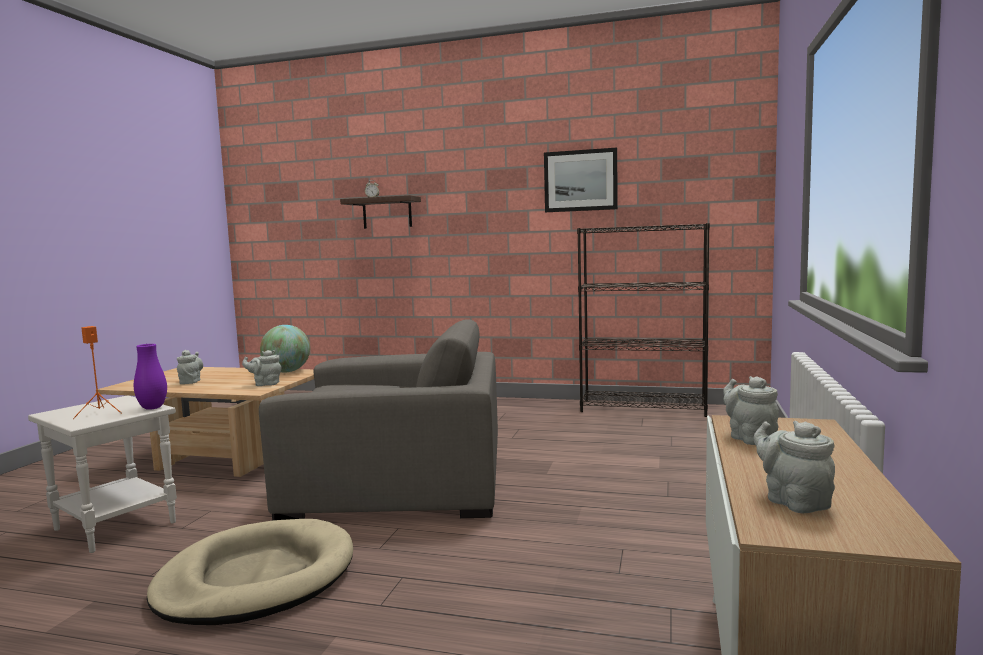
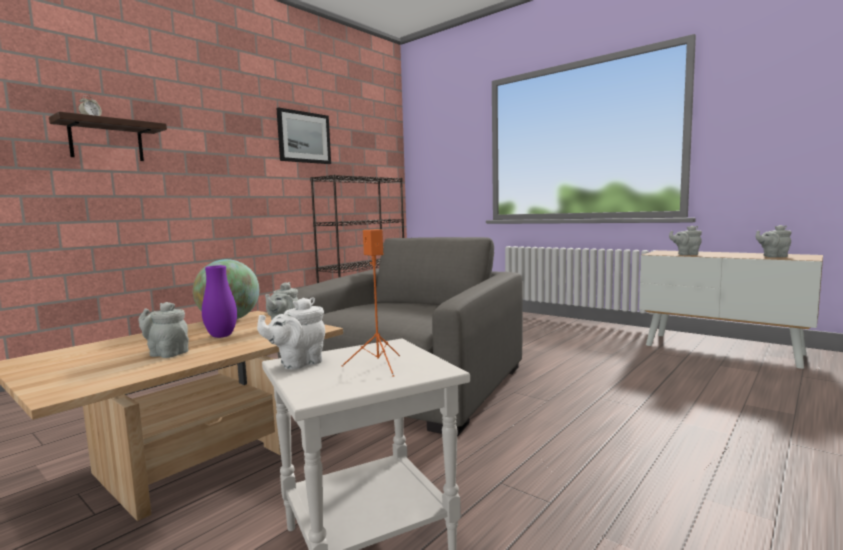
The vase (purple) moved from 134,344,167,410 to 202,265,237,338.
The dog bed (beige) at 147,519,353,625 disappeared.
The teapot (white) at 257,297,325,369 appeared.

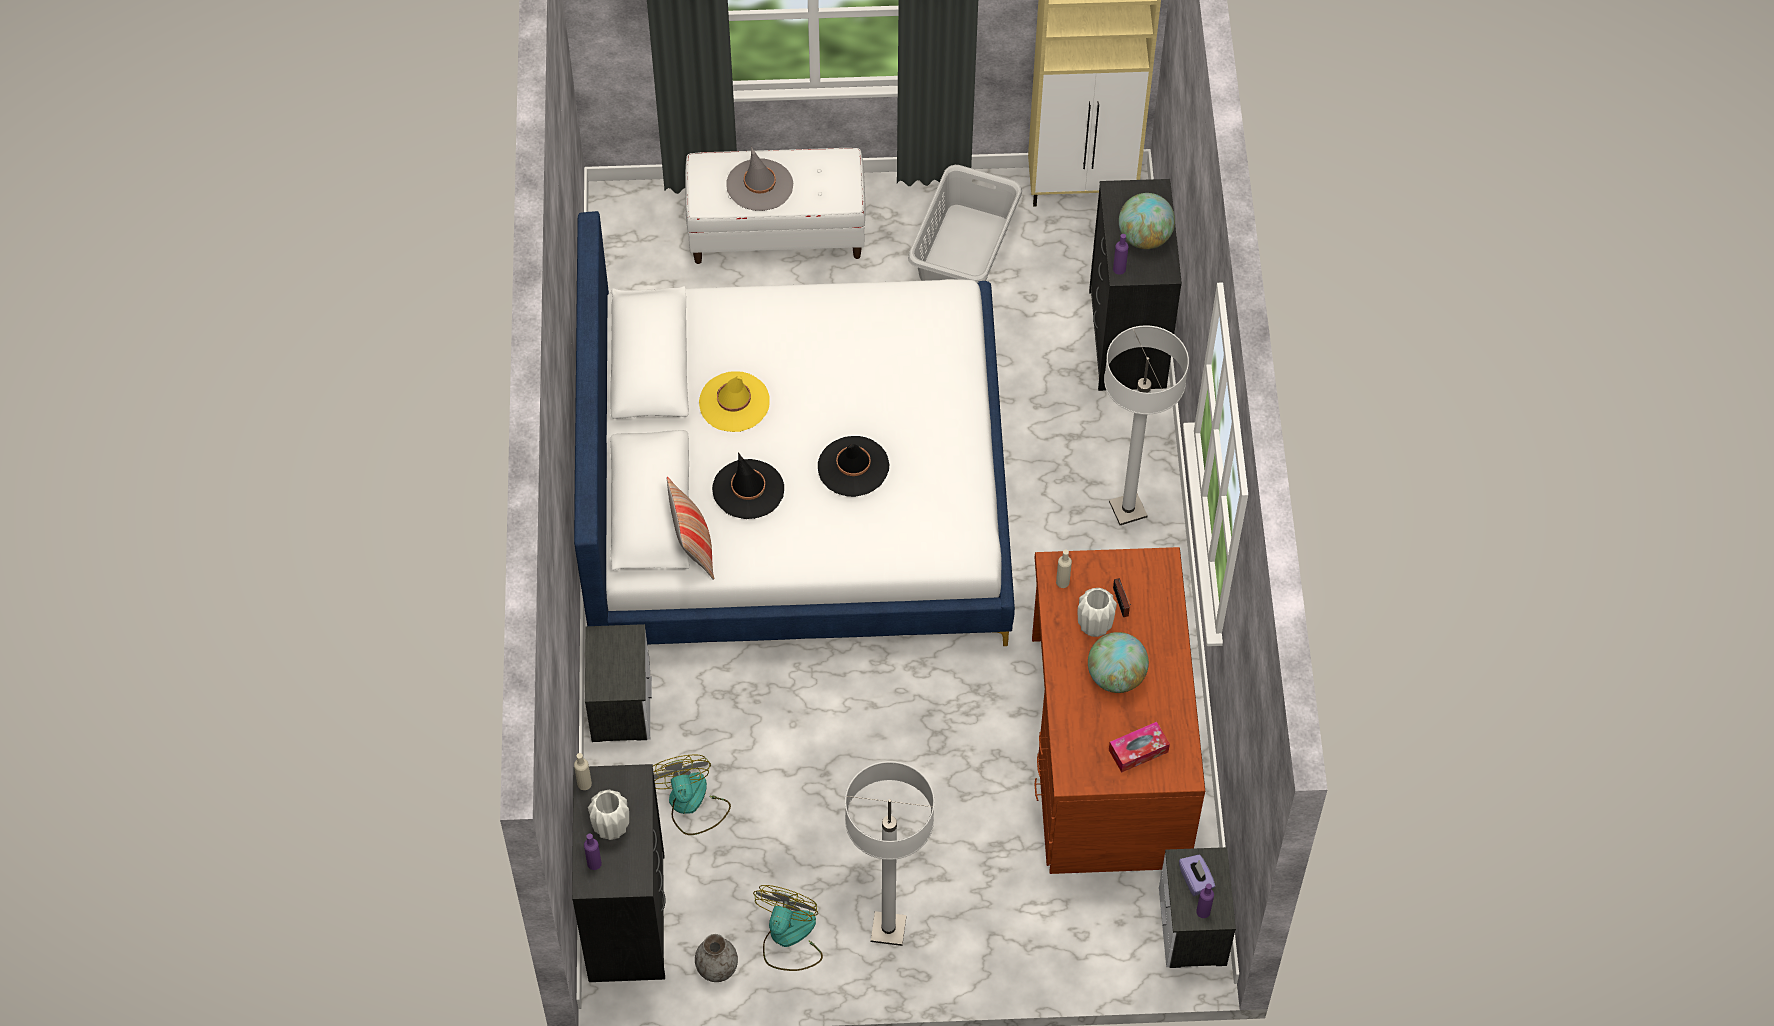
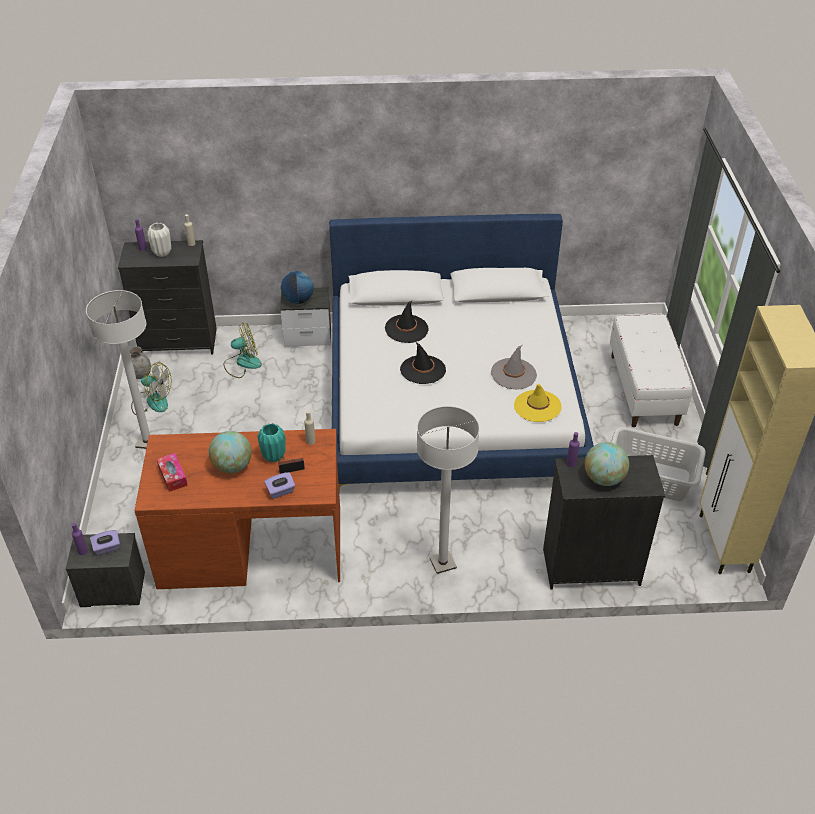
The hat (grey) moved from 726,147,793,211 to 491,345,537,390.
The hat (yellow) moved from 699,371,770,432 to 514,384,562,422.
The pillow at 667,477,714,580 disappeared.
The vase (white) at 1078,588,1117,637 became the vase (turquoise) at 258,423,286,462.
The globe at 281,271,314,304 appeared.
The tissue box (purple) at 264,472,295,499 appeared.

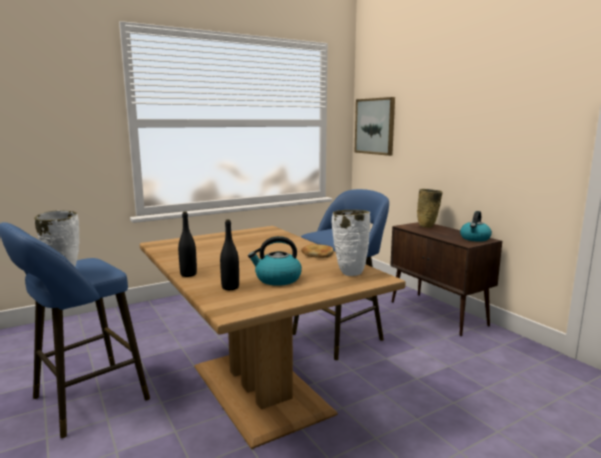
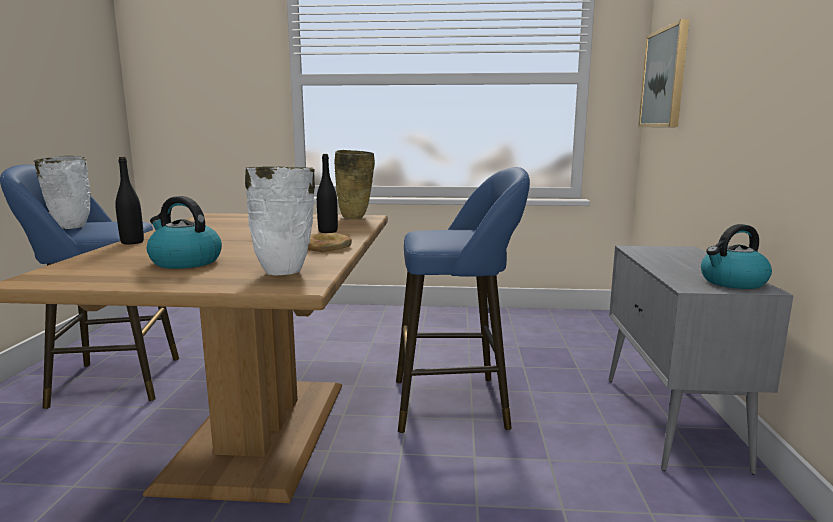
The vase (beige) moved from 417,189,443,228 to 334,150,375,219.
The bottle (black) moved from 220,219,239,290 to 317,154,338,233.
The cabinet (brown) at 390,222,502,336 became the cabinet (grey) at 608,245,794,475.

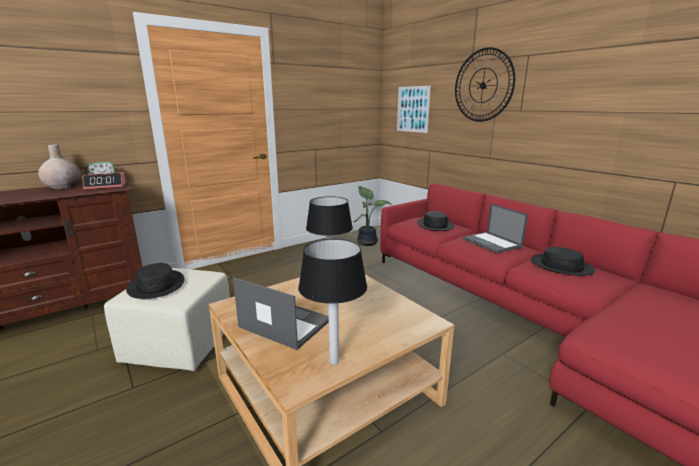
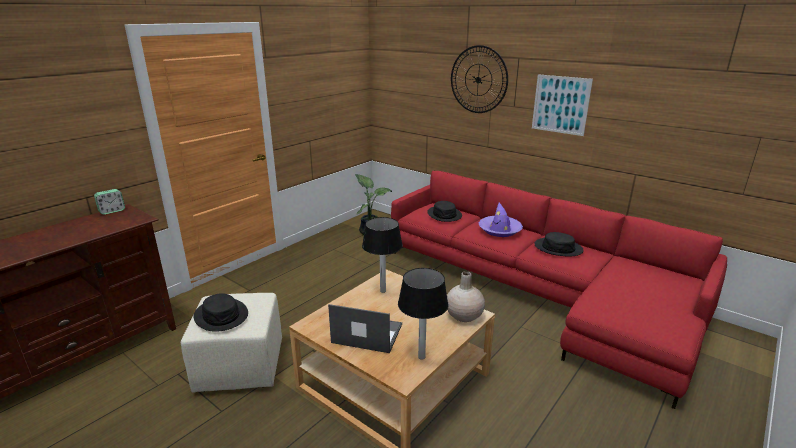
The picture moved from 397,86,431,133 to 532,74,593,136.
The vase (beige) moved from 38,144,81,189 to 447,271,485,322.
The alarm clock at 82,172,126,190 disappeared.
The laptop at 463,204,528,253 was replaced by the hat (purple) at 479,202,523,237.

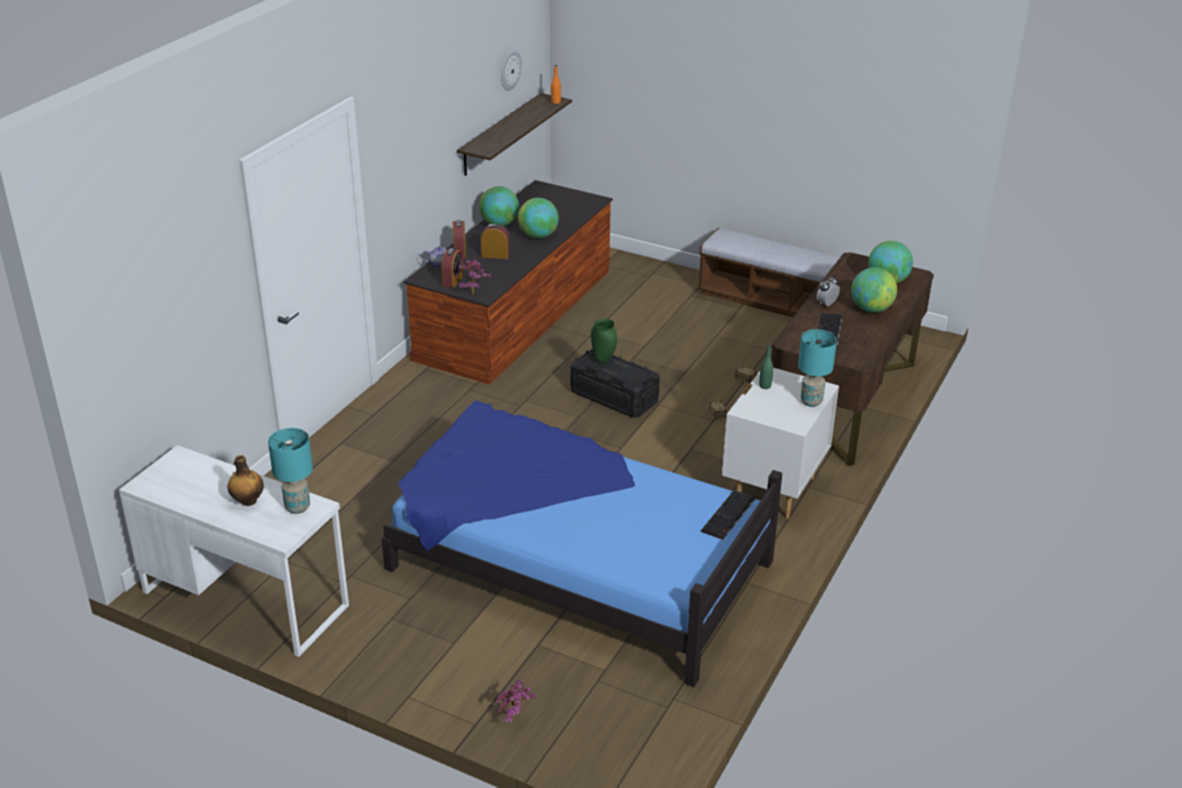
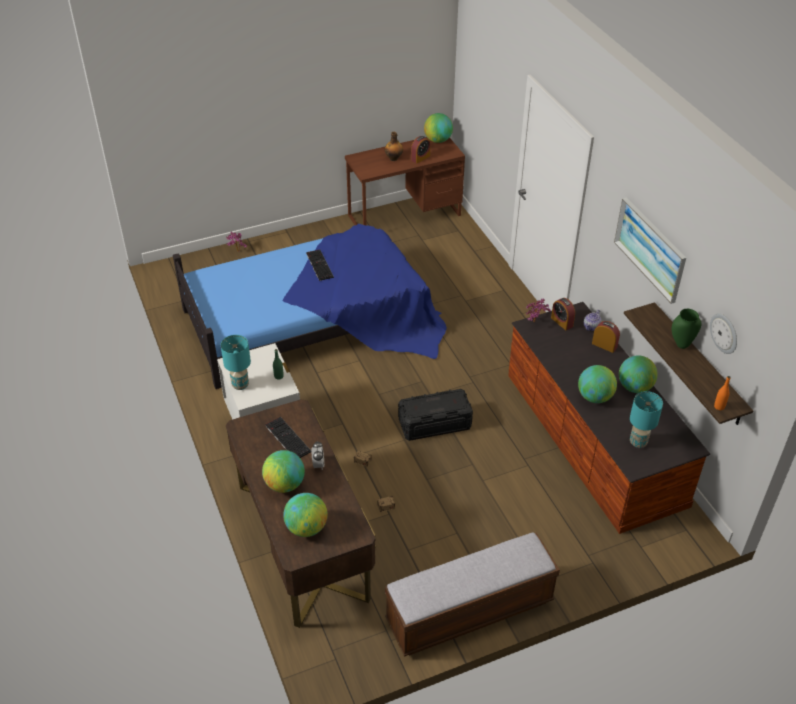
The alarm clock moved from 481,224,510,259 to 411,136,430,164.
The vase (green) moved from 591,319,617,363 to 672,309,702,349.
The table lamp (turquoise) moved from 268,428,313,514 to 630,391,663,448.
The desk (white) at 119,445,349,657 became the desk (brown) at 345,137,465,225.
The keyboard moved from 700,490,756,540 to 306,250,334,281.
The globe at 424,113,453,143 appeared.
The picture at 614,197,686,304 appeared.

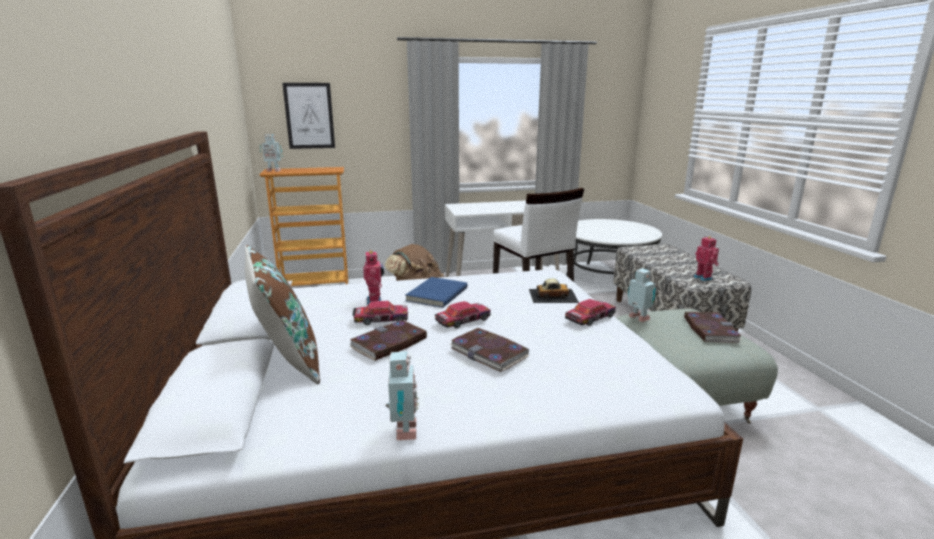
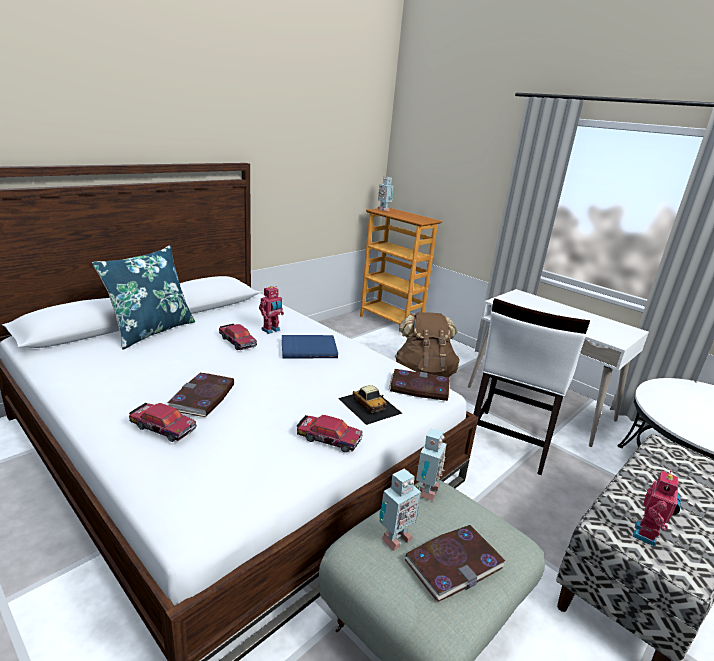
The picture at 282,83,335,149 disappeared.
The pillow (brown) at 245,245,320,384 became the pillow (blue) at 92,245,195,350.
The toy car moved from 435,301,491,328 to 129,403,197,442.
The book moved from 349,320,427,361 to 389,369,449,401.
The toy robot moved from 386,351,419,440 to 379,469,421,551.

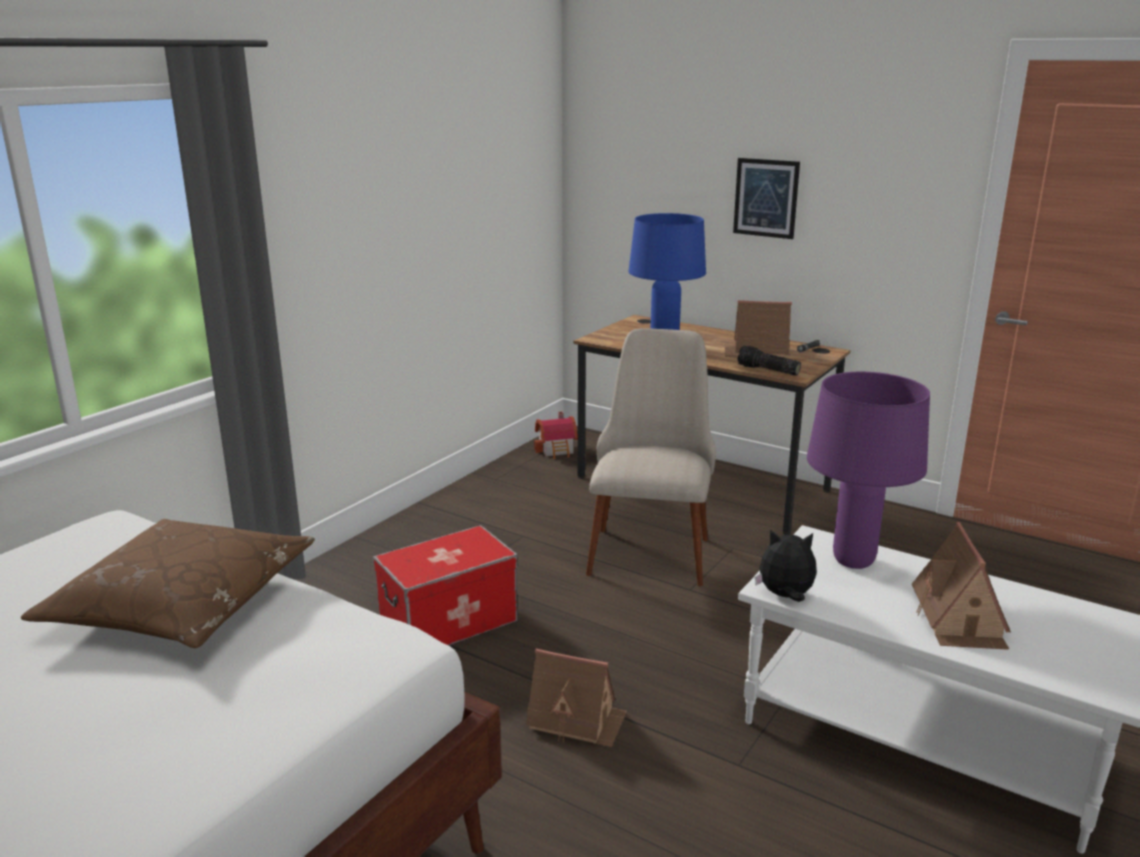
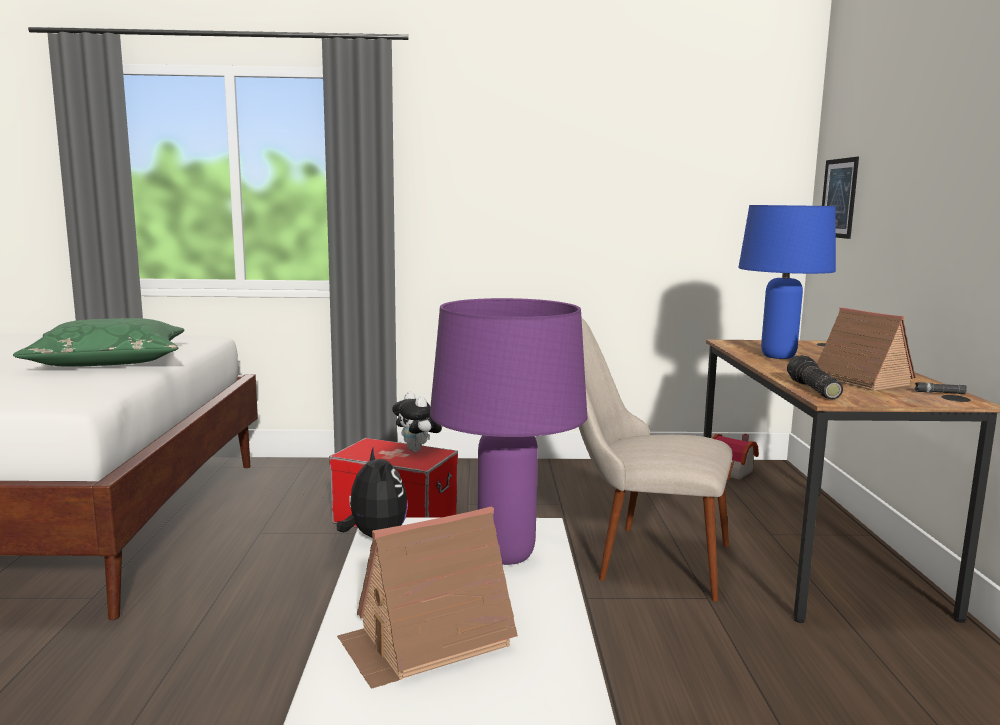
The picture moved from 733,158,800,239 to 822,157,859,239.
The chair (beige) at 586,328,716,586 turned 135 degrees counterclockwise.
The pillow (brown) at 21,519,315,648 became the pillow (green) at 13,318,185,367.
The toy house at 526,648,627,747 disappeared.
The plush toy at 392,392,442,452 appeared.

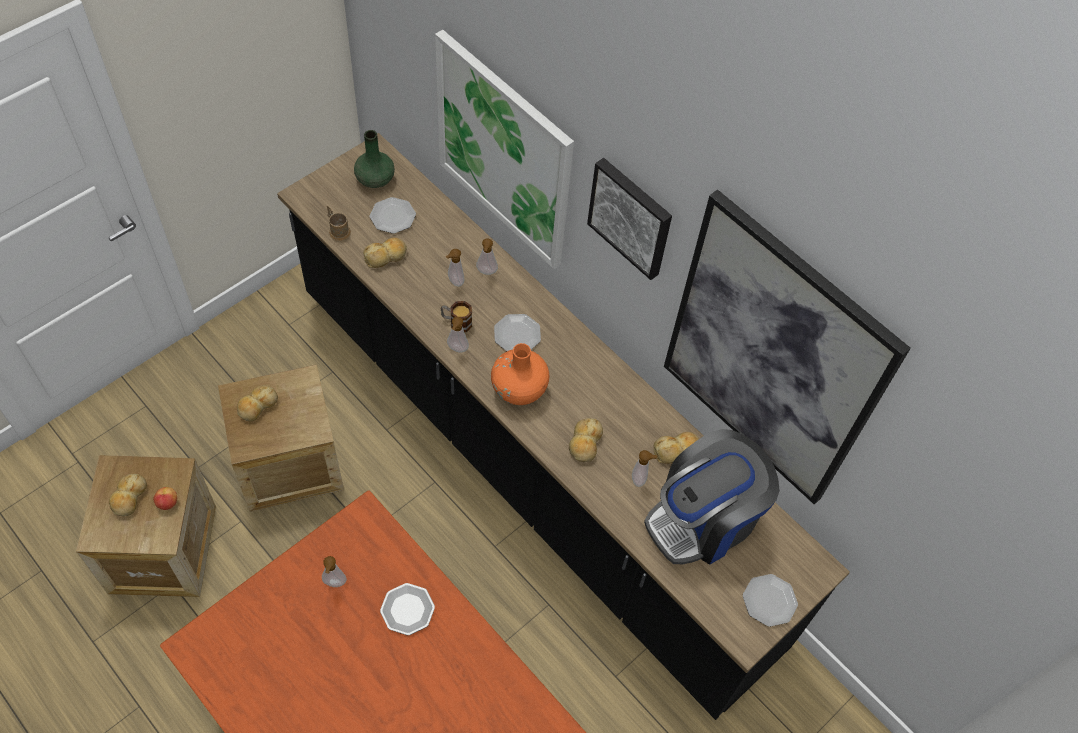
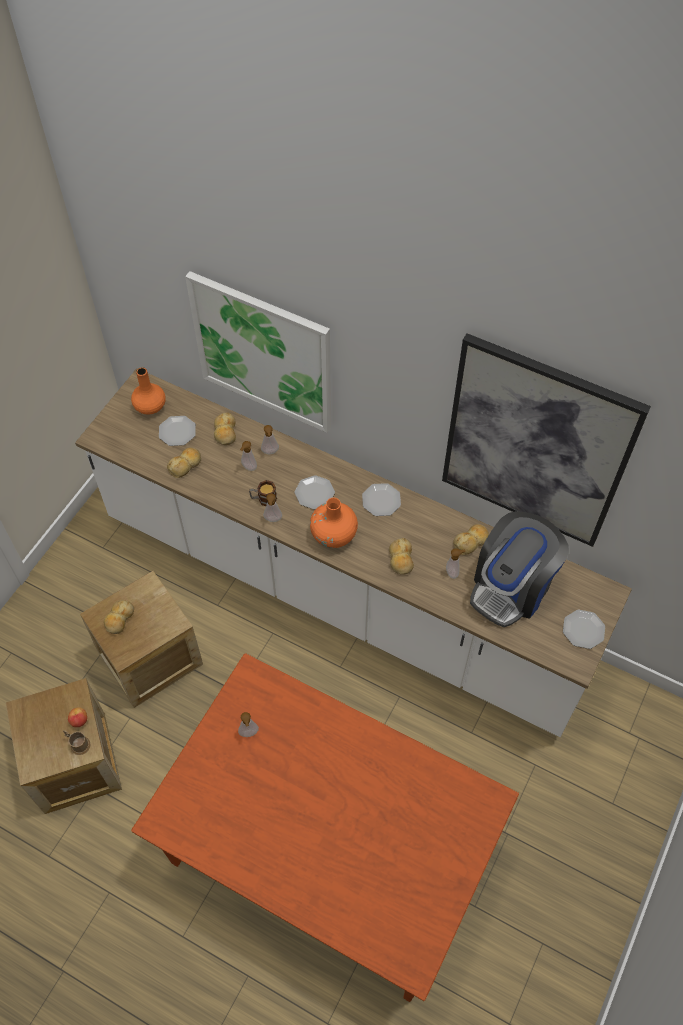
The vase (green) at 354,130,395,188 became the vase (orange) at 131,367,166,415.
The counter (black) at 277,133,850,720 became the counter (white) at 75,368,632,737.
The picture at 587,158,672,280 disappeared.
The mug (brown) moved from 327,206,351,241 to 63,730,91,755.
The bread moved from 109,474,147,516 to 214,412,236,445.
The plate moved from 380,583,435,635 to 362,483,401,516.

